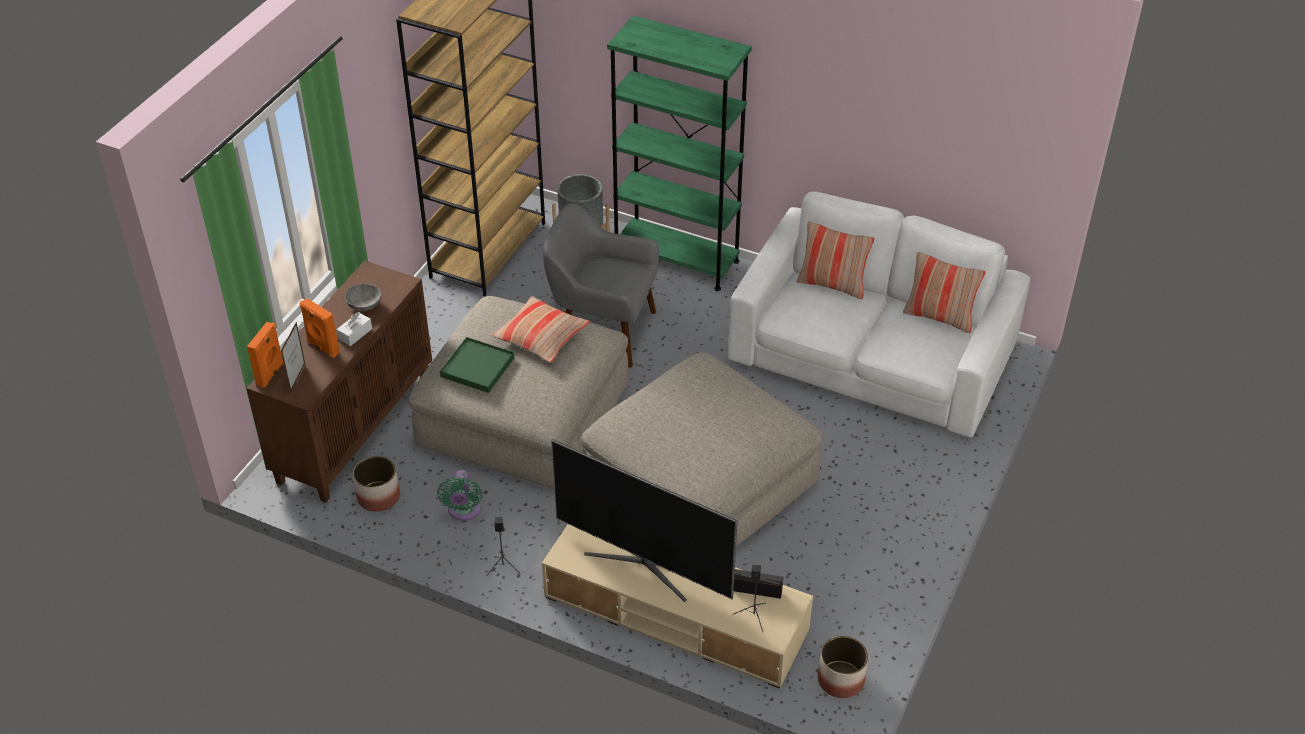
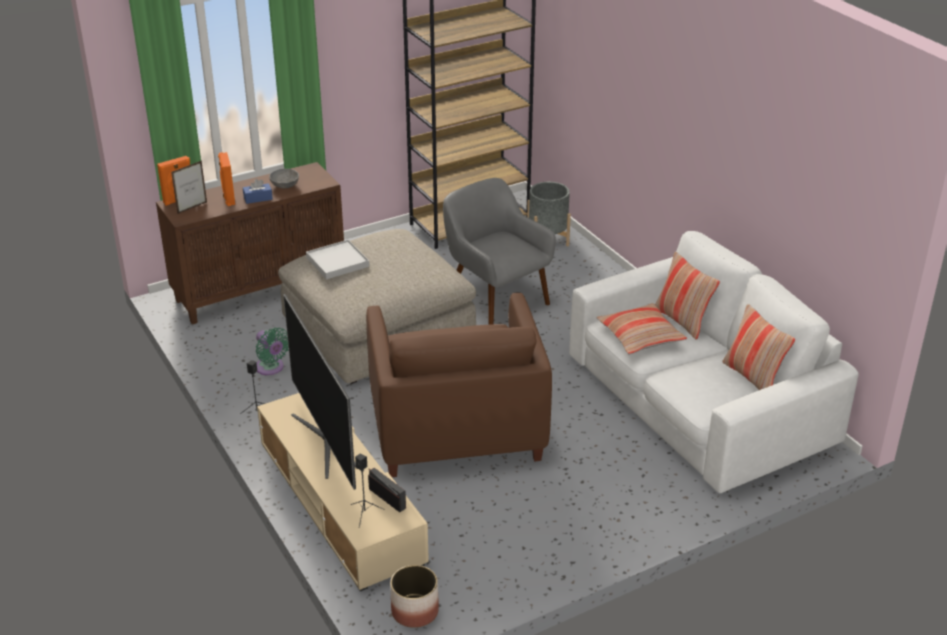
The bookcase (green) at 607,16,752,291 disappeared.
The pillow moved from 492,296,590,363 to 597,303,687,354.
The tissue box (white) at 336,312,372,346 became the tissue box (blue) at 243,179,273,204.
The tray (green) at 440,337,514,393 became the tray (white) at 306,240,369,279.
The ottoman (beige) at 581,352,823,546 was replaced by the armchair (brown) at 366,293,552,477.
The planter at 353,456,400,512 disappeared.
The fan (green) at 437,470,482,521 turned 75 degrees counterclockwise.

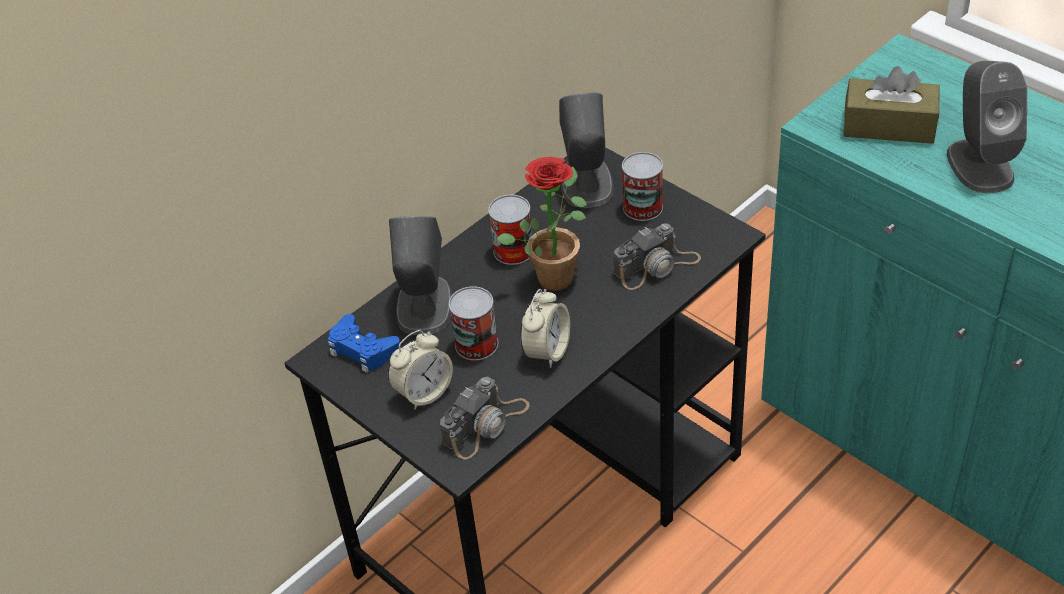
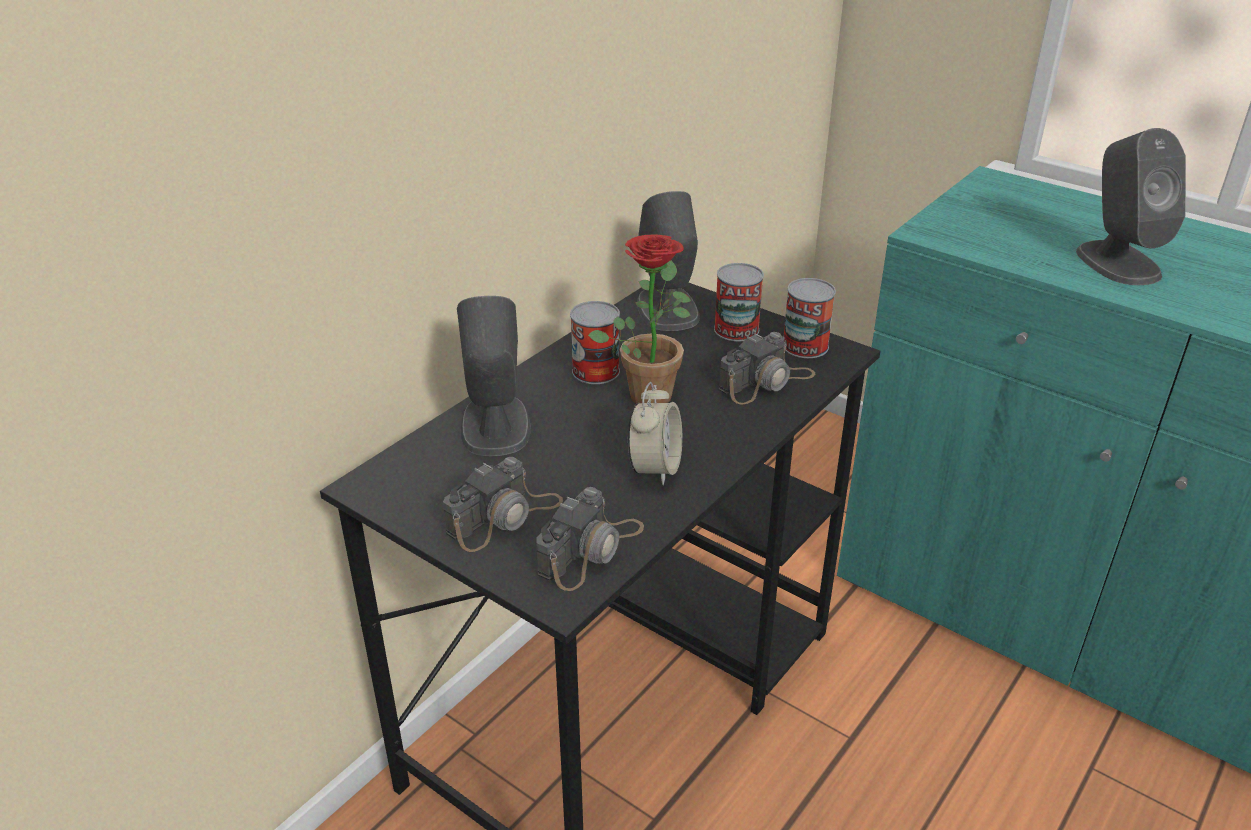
The tissue box (brown) at 843,66,940,144 disappeared.
The can moved from 449,286,498,361 to 783,278,836,358.
The game controller (blue) at 328,314,401,373 disappeared.
The alarm clock at 388,330,453,410 was replaced by the photo camera at 443,457,563,552.

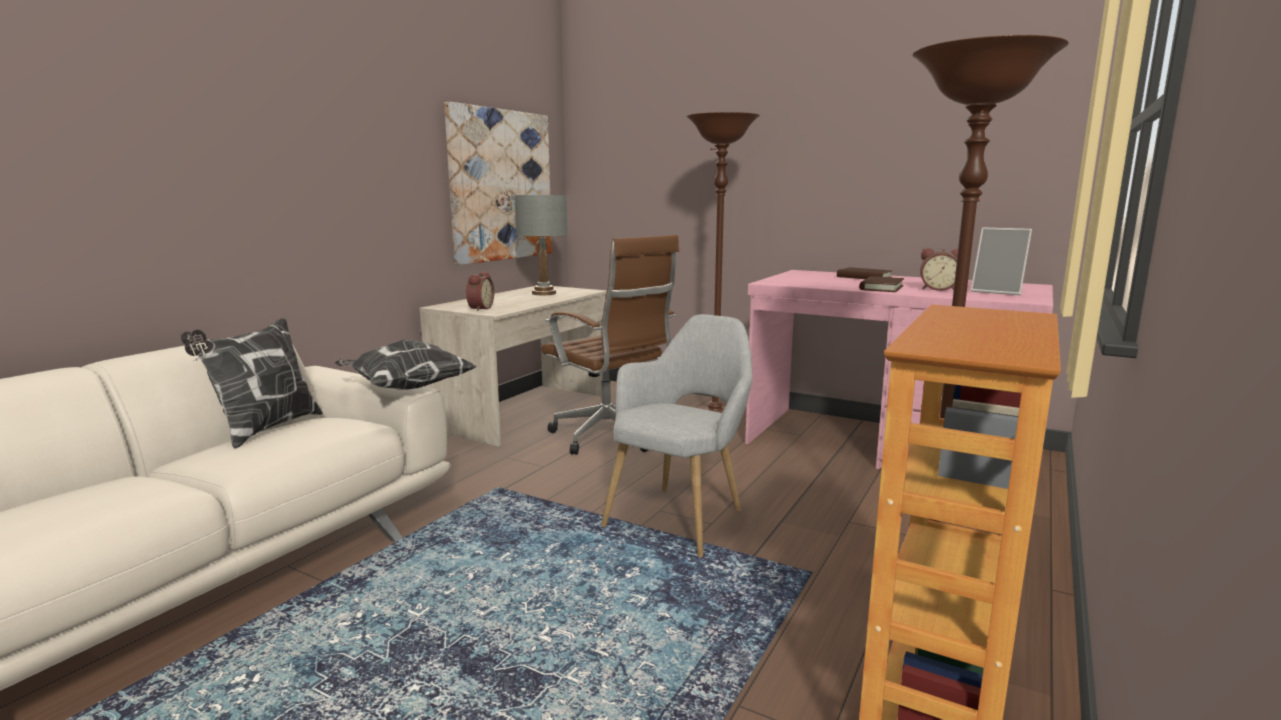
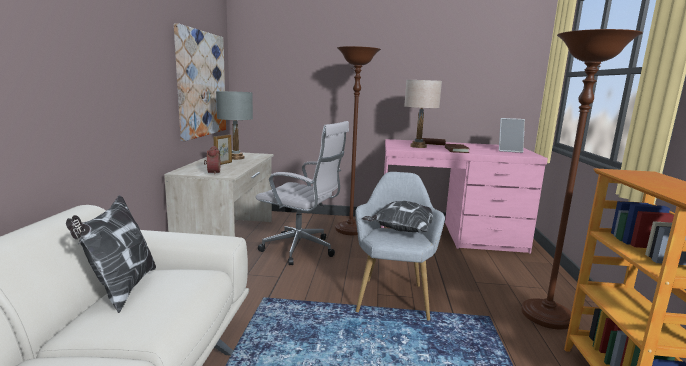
The office chair (brown) at 541,235,679,455 became the office chair (white) at 256,121,349,265.
The alarm clock at 920,248,958,291 disappeared.
The pillow moved from 334,340,478,390 to 361,201,444,232.
The table lamp (beige) at 404,80,442,148 appeared.
The picture frame at 214,135,232,165 appeared.

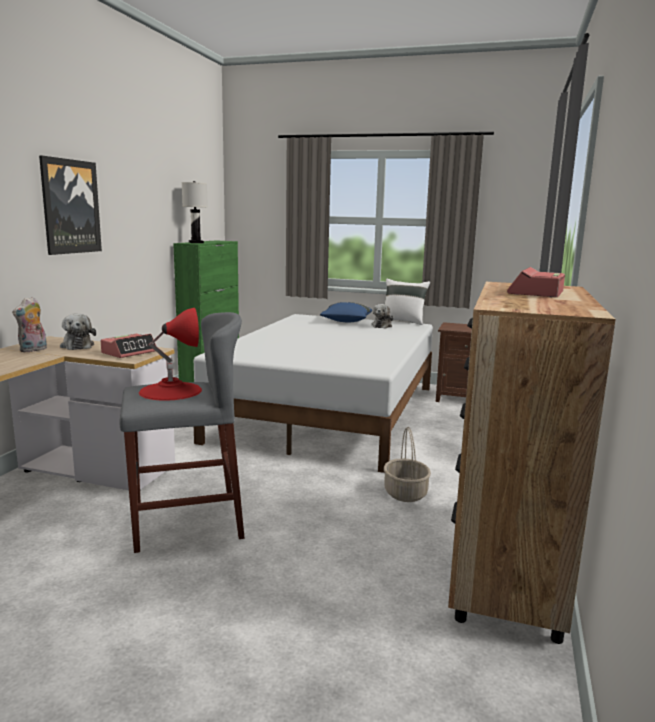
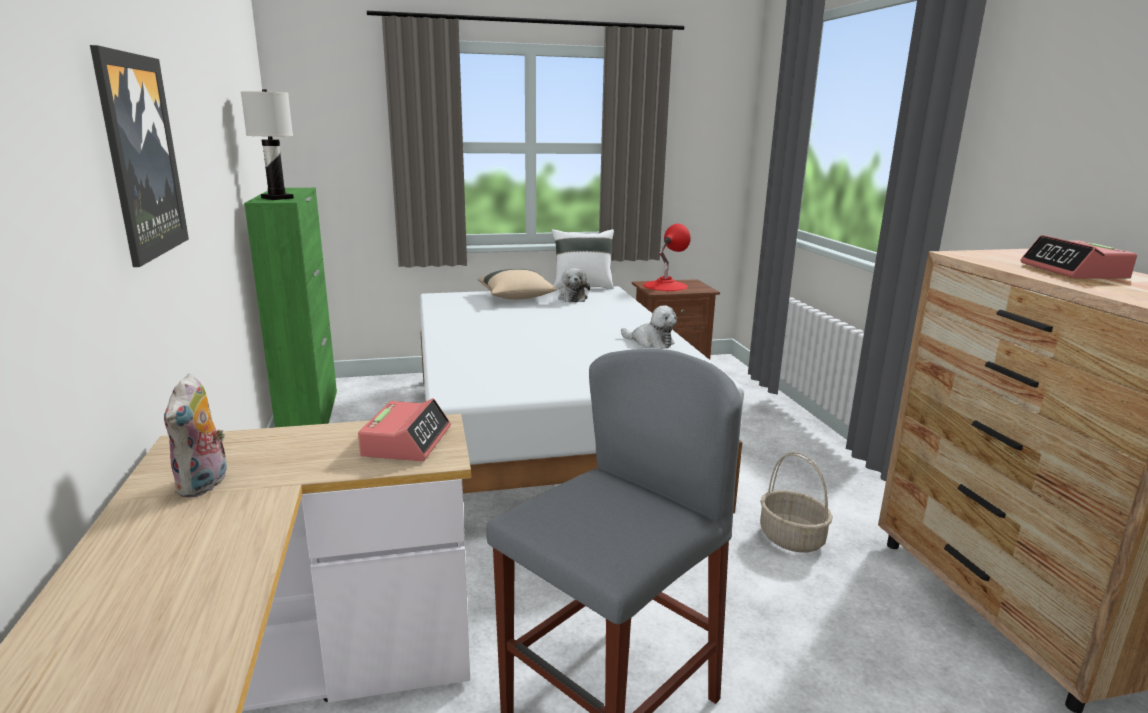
The pillow (blue) at 320,302,372,322 became the pillow (beige) at 478,269,557,300.
The table lamp (red) moved from 139,308,202,401 to 643,224,690,291.
The plush toy moved from 60,314,96,350 to 621,305,677,349.

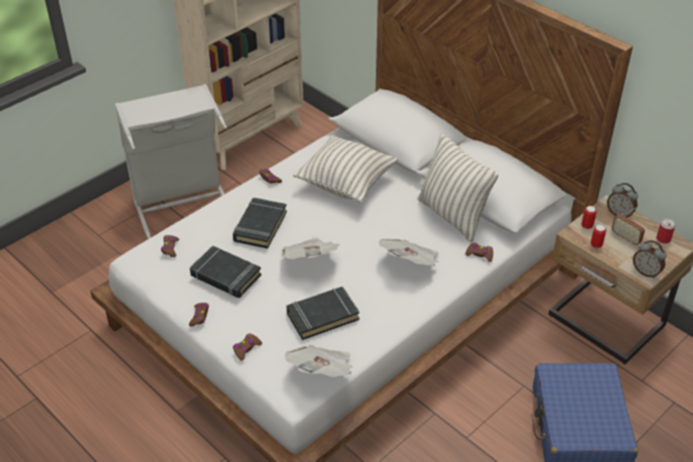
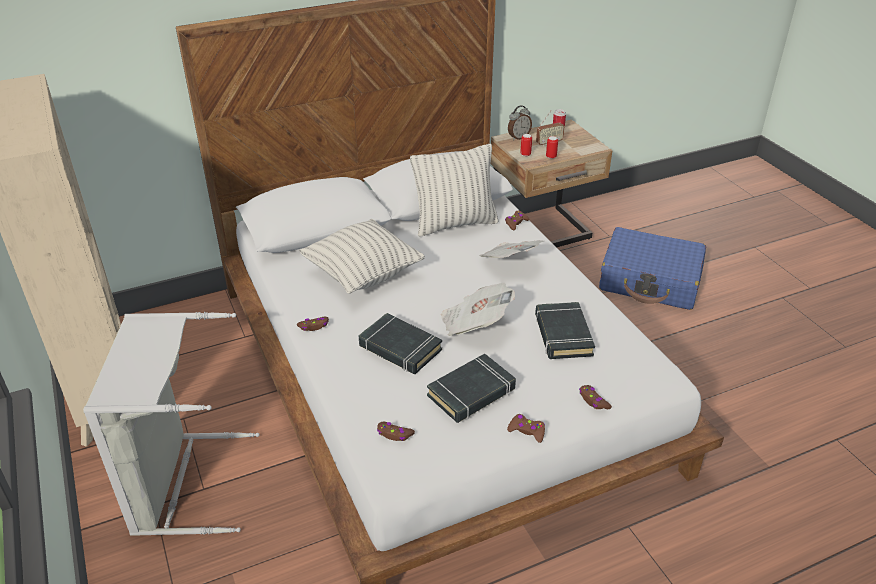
The alarm clock at 633,240,666,278 disappeared.
The newspaper at 285,345,353,377 disappeared.

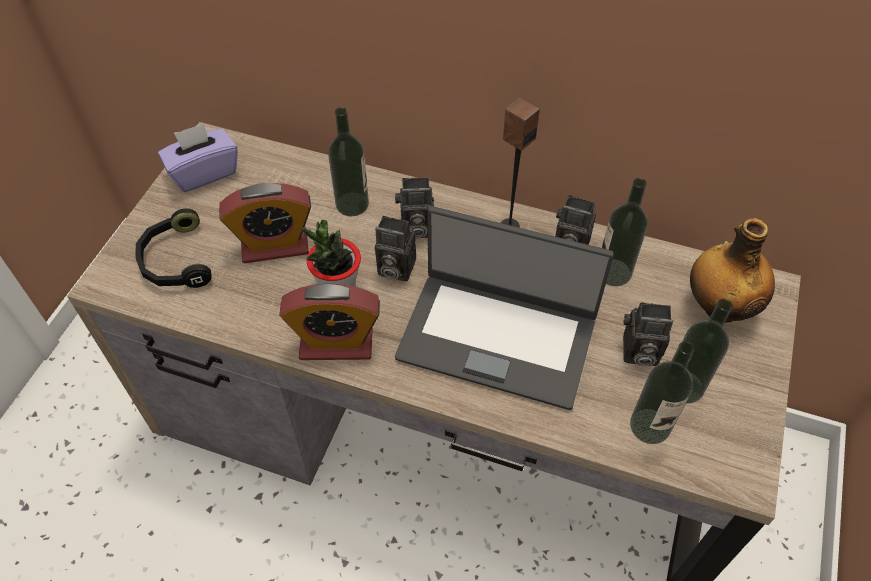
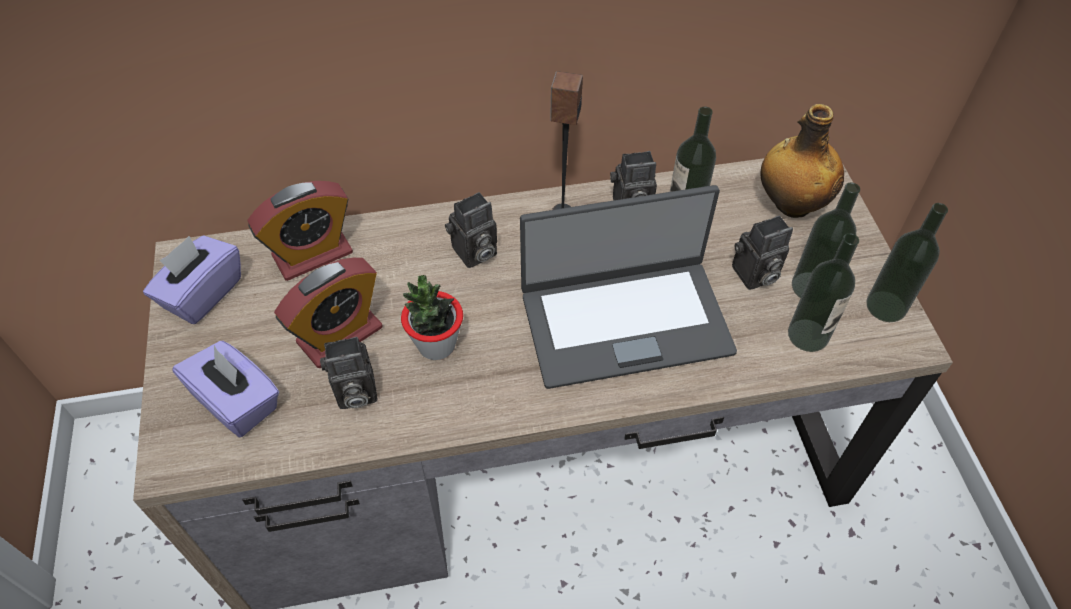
The bottle moved from 328,107,369,216 to 866,203,948,322.
The headphones (black) at 135,209,212,288 was replaced by the tissue box (purple) at 172,341,279,438.
The photo camera moved from 375,216,416,282 to 320,337,377,409.
The alarm clock moved from 279,284,380,360 to 247,181,353,281.

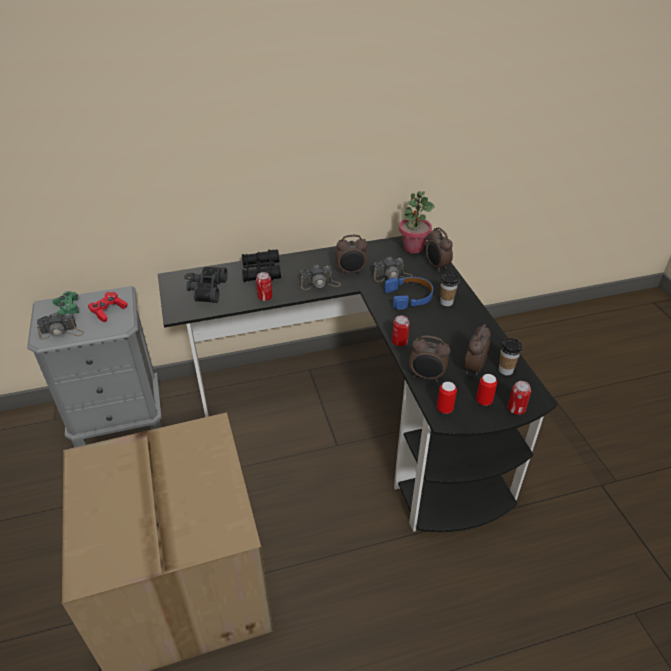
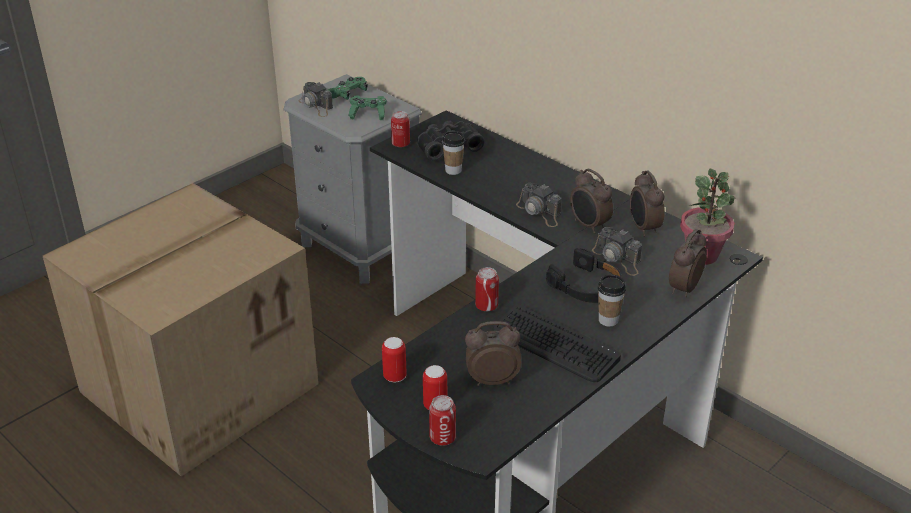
The binoculars (black) at 242,249,281,282 disappeared.
The can moved from 256,272,272,301 to 391,111,410,148.
The headphones (blue) at 384,277,433,310 became the headphones (black) at 546,248,622,303.
The game controller (red) at 88,292,128,322 became the game controller (green) at 348,96,387,120.
The alarm clock moved from 409,336,450,382 to 630,171,665,237.
The cup moved from 499,338,522,375 to 442,131,465,175.
The keyboard at 492,305,621,382 appeared.

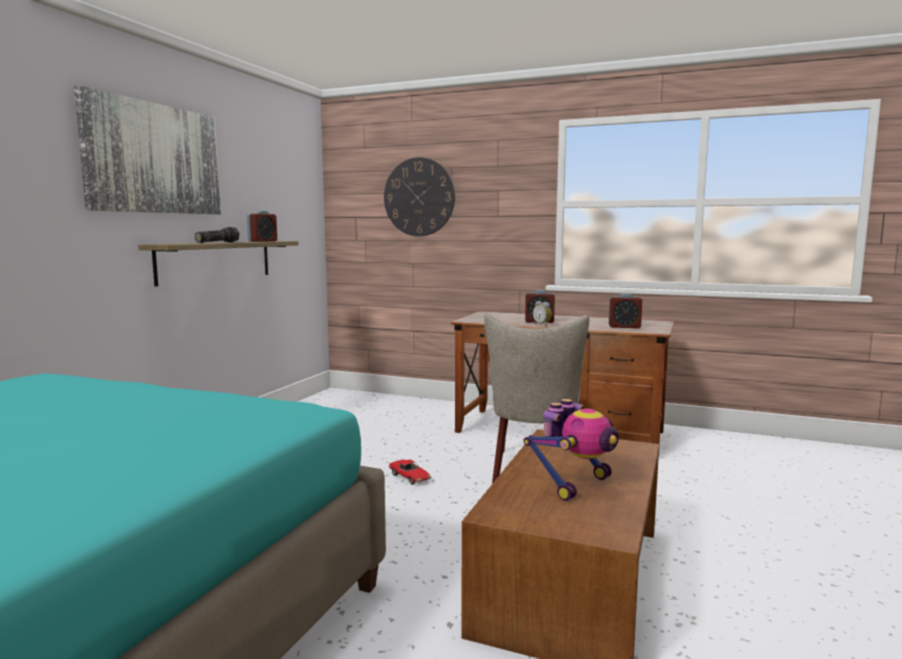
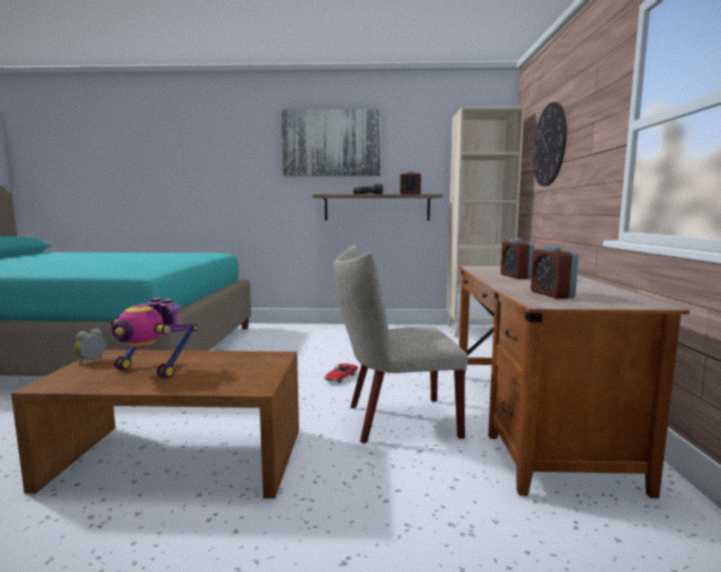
The alarm clock moved from 533,301,551,326 to 75,328,106,364.
The bookcase (beige) at 446,106,524,337 appeared.

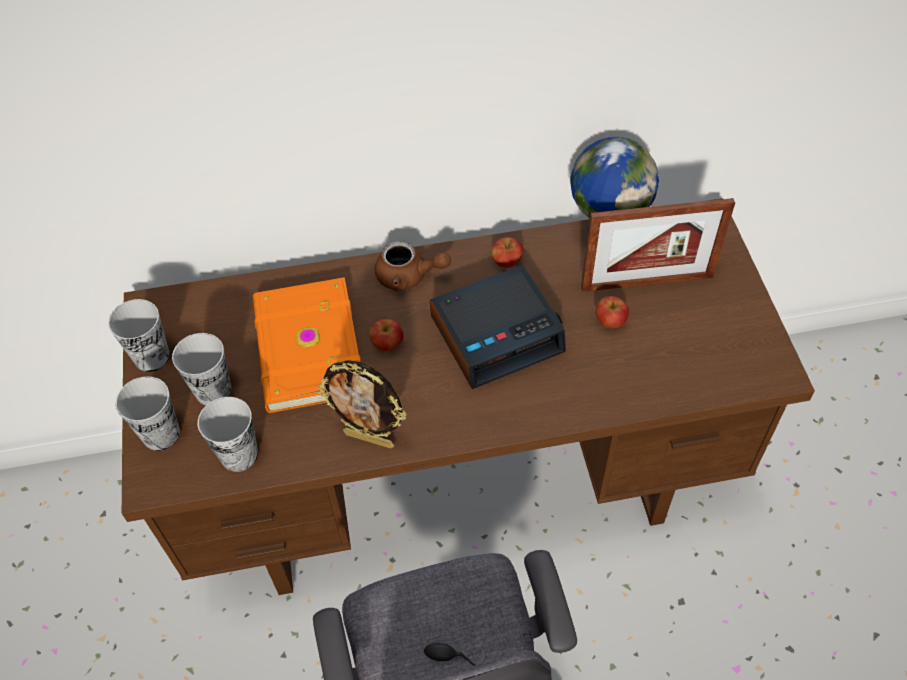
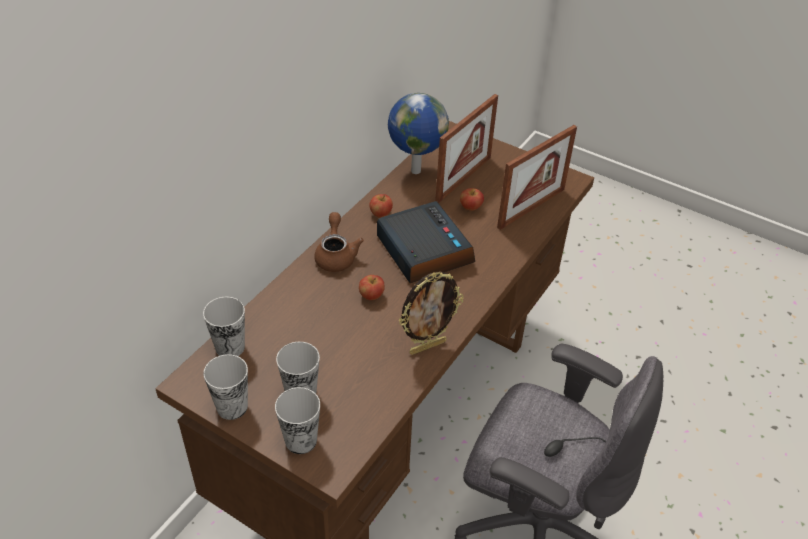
The teapot (brown) at 375,241,451,291 turned 60 degrees counterclockwise.
The alarm clock at 430,265,566,389 turned 45 degrees counterclockwise.
The book (orange) at 253,277,361,413 disappeared.
The cup moved from 198,397,258,472 to 203,297,245,356.
The picture frame at 497,125,577,230 appeared.

